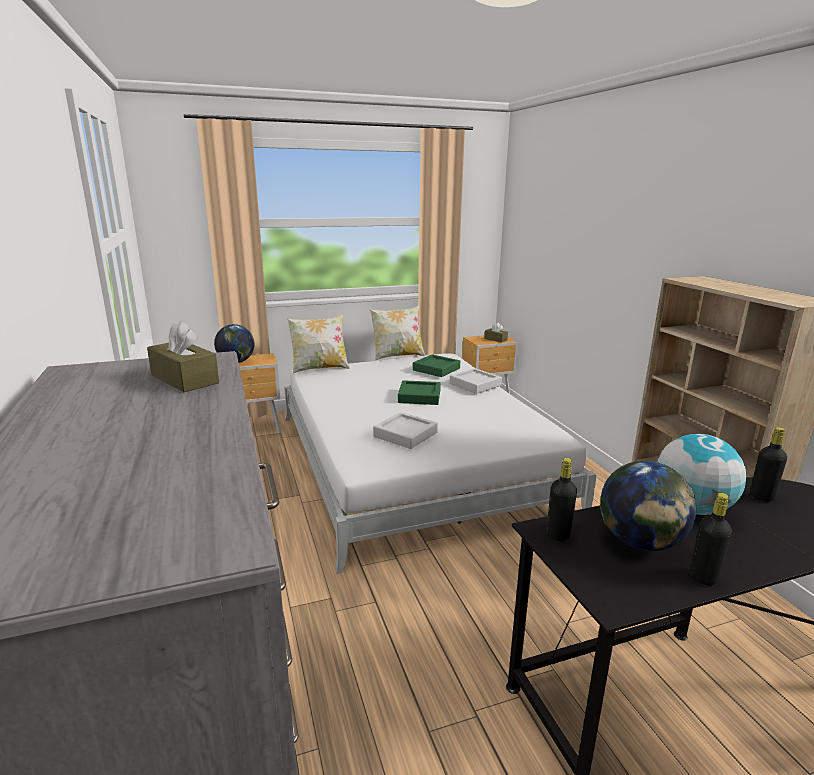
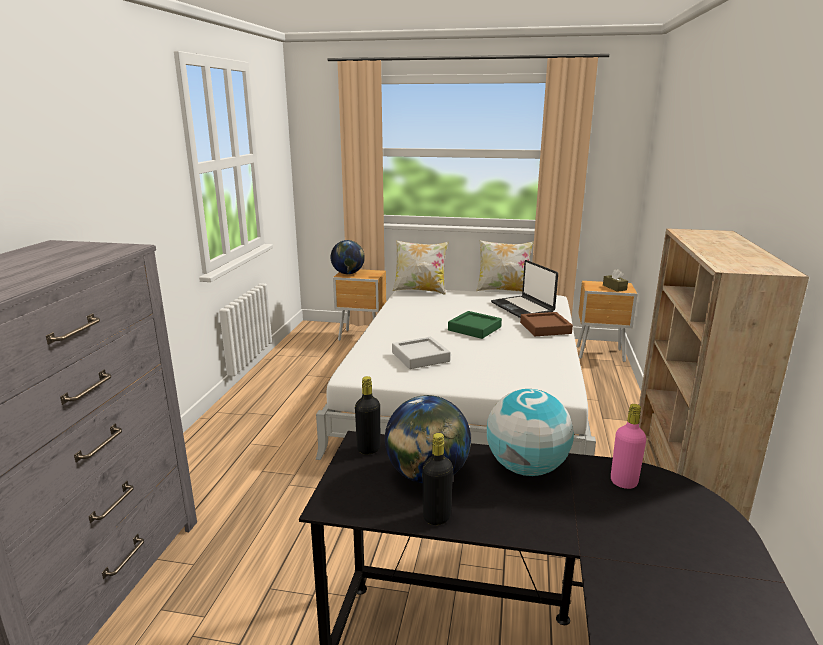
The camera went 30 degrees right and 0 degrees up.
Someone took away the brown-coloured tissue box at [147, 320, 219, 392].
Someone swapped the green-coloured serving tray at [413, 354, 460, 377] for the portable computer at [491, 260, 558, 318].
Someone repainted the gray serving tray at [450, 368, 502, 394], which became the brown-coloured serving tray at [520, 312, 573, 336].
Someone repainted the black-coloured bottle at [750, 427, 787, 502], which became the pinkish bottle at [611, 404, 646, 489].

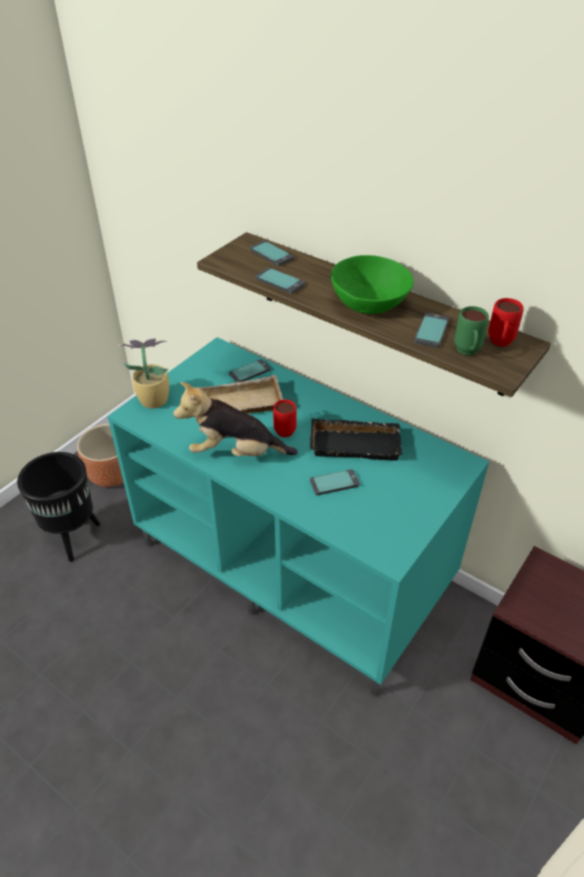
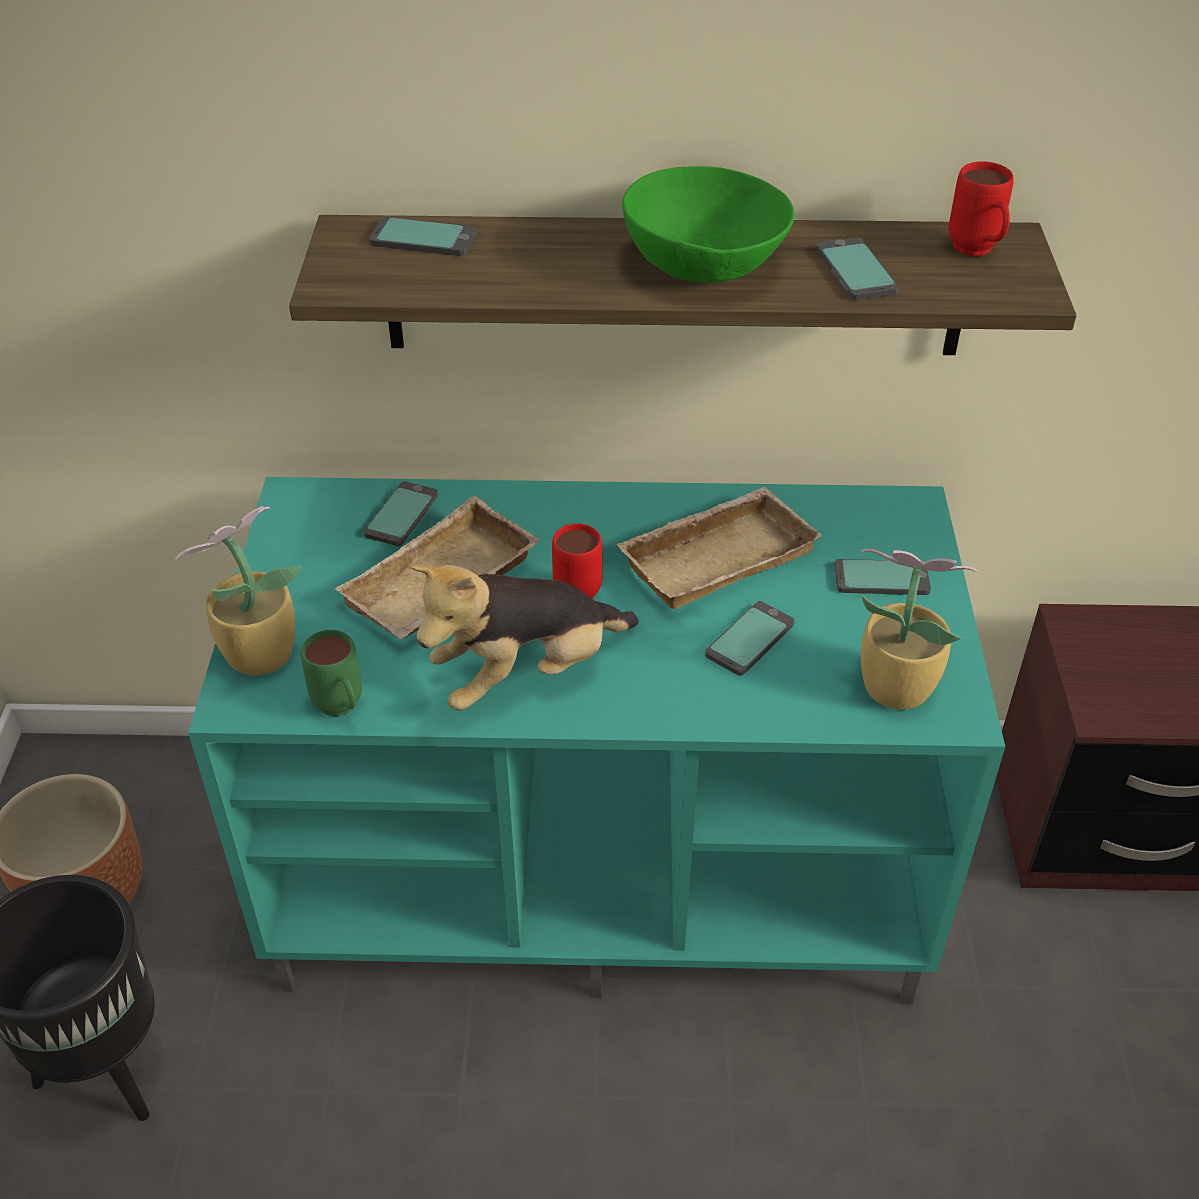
The camera went 35 degrees left and 0 degrees up.
Someone carried the handset from [255, 268, 305, 294] to [834, 559, 931, 595].
Someone carried the green-coloured coffee mug from [454, 306, 489, 355] to [301, 630, 362, 716].
Someone repainted the black-coloured serving tray at [310, 418, 402, 460], which became the sand-coloured serving tray at [616, 487, 822, 609].
Someone put down the plant in a pot at [861, 548, 978, 710].

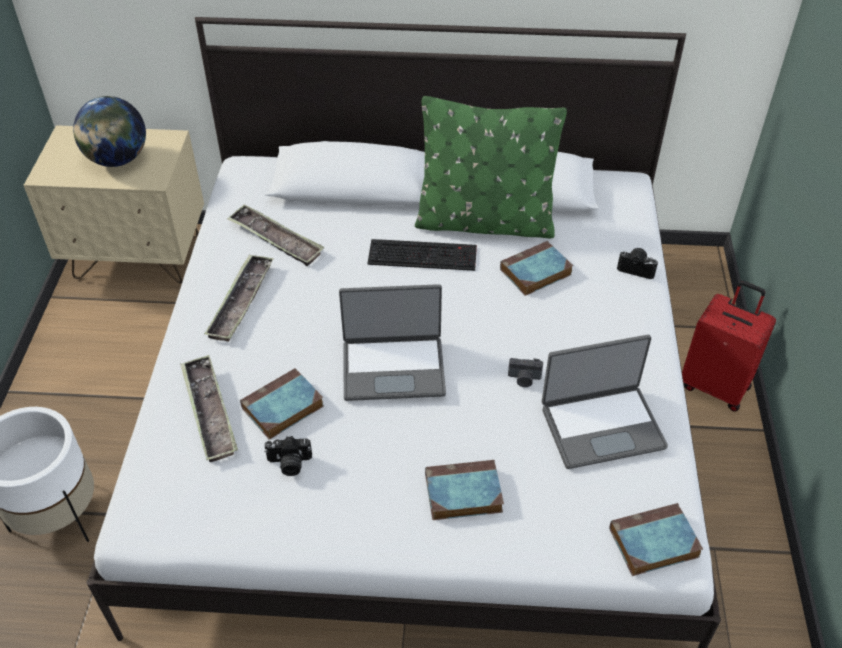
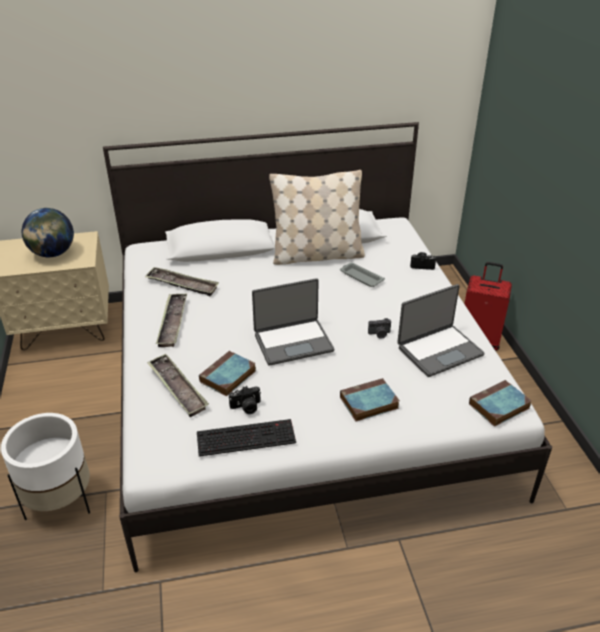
The camera went 15 degrees left and 10 degrees down.
Someone repainted the green-coloured throw pillow at [415, 96, 567, 239], which became the sand-coloured throw pillow at [269, 170, 365, 265].
Someone carried the computer keyboard from [368, 239, 477, 271] to [197, 419, 296, 457].
Someone swapped the book at [500, 241, 573, 296] for the gray serving tray at [340, 262, 385, 287].

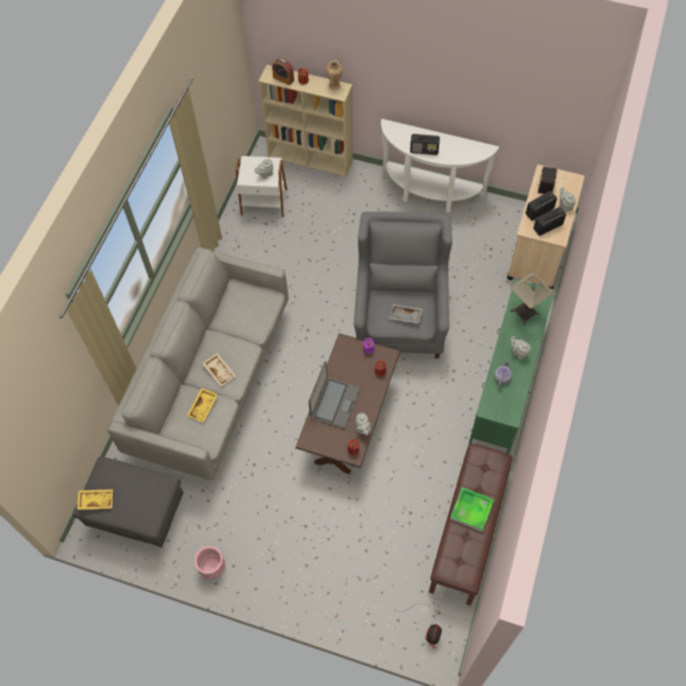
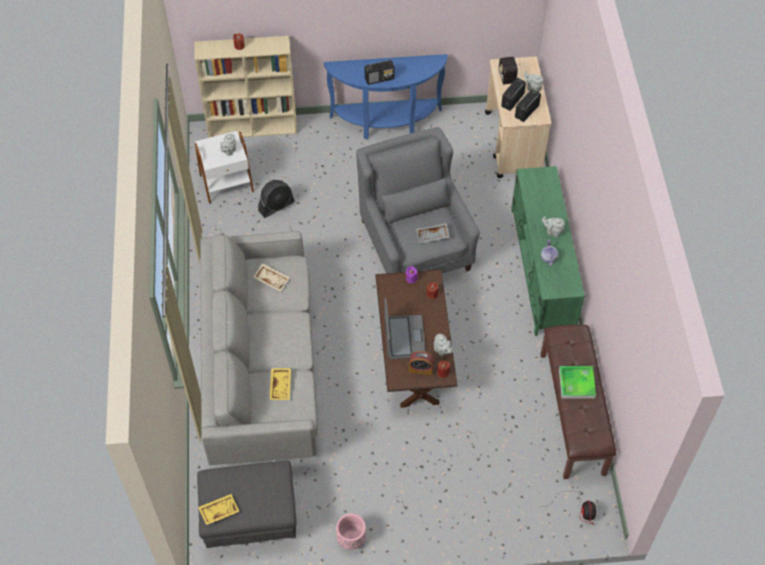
The camera went 25 degrees left and 5 degrees down.
Someone carried the bedside clock from [272, 58, 294, 85] to [409, 351, 434, 375].
Someone took away the vase at [326, 60, 343, 90].
Someone repainted the white hall table at [381, 119, 499, 212], which became the blue hall table at [324, 54, 448, 139].
Someone took away the lamp for a table at [510, 272, 553, 325].
Someone carried the sand-coloured serving tray from [202, 353, 236, 386] to [253, 263, 290, 292].
Someone put down the black-coloured electric fan at [258, 180, 294, 218].

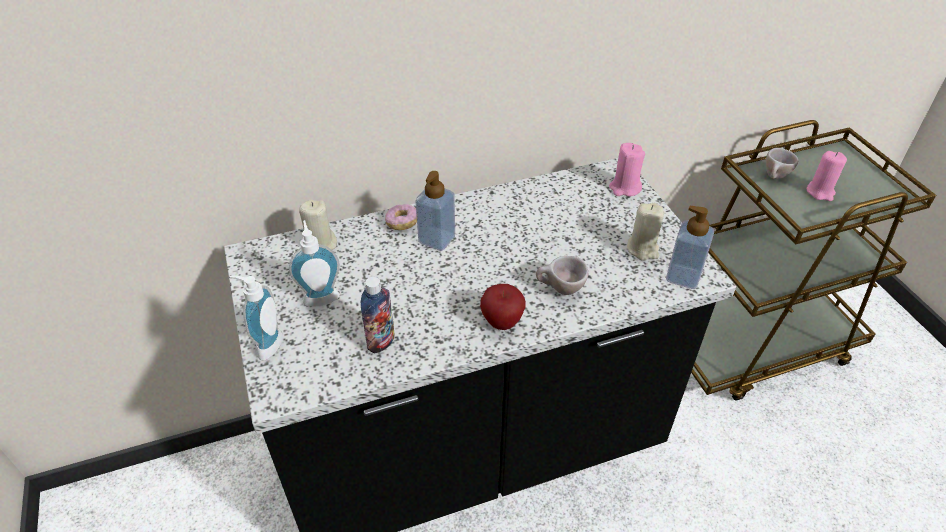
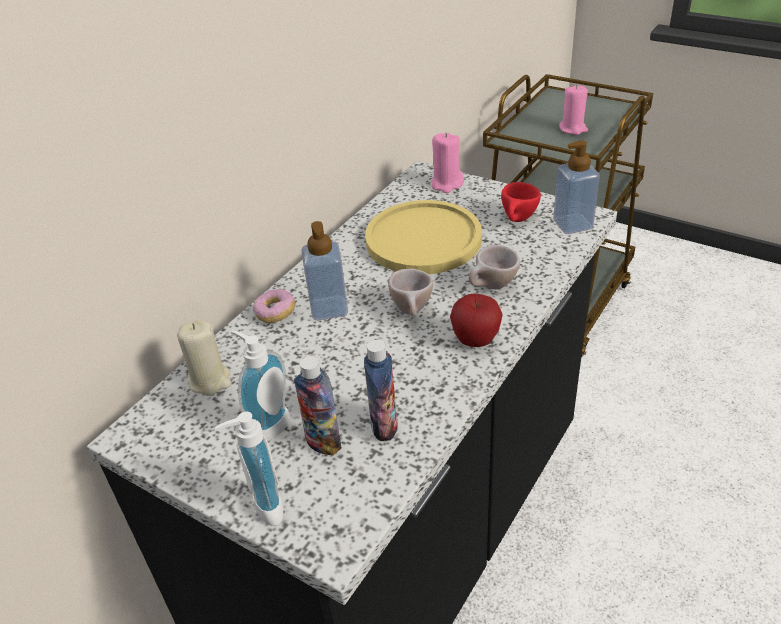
The camera went 35 degrees left and 5 degrees down.
Someone carried the sand-coloured drinking cup from [766, 148, 798, 179] to [388, 269, 433, 317].
Someone swapped the sand-coloured candle at [627, 203, 665, 261] for the red-coloured drinking cup at [501, 182, 541, 222].
Someone put down the yellow-coloured dinner plate at [365, 200, 482, 274].
Someone put down the bottle at [294, 356, 342, 455].

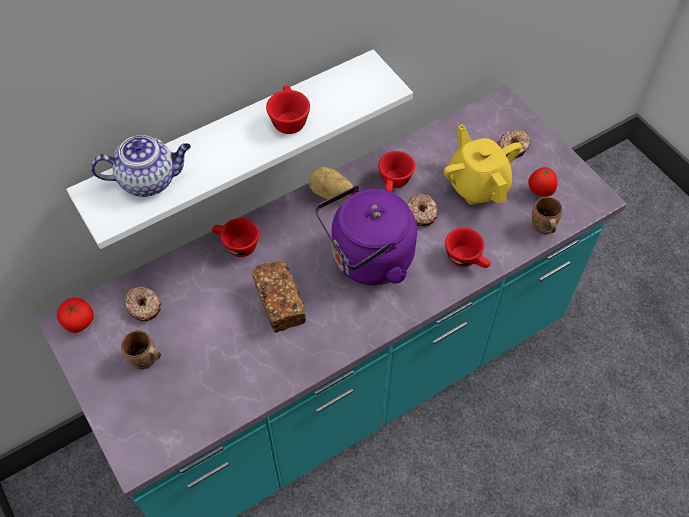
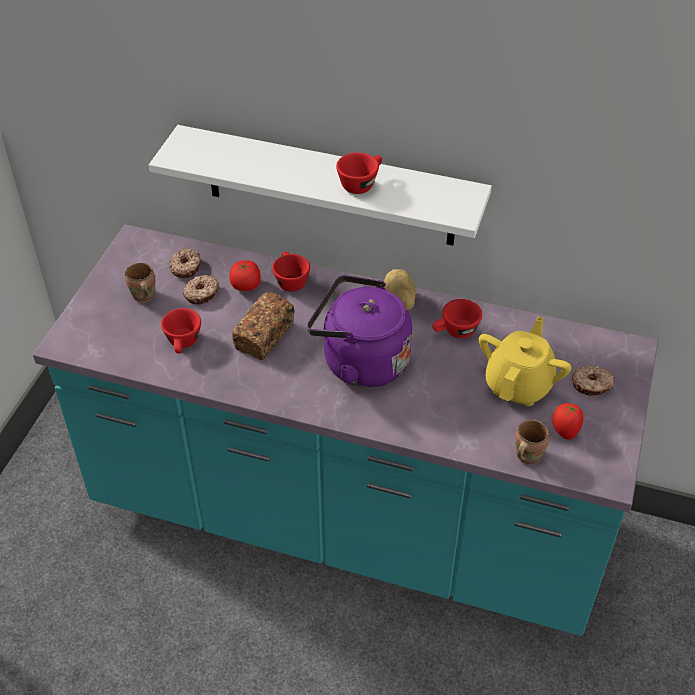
The camera went 50 degrees right and 10 degrees down.
Someone took away the pot for tea at [91, 135, 191, 197].
Someone carried the doughnut from [407, 193, 438, 226] to [183, 275, 219, 304].
Someone carried the red-coloured drinking cup from [445, 228, 491, 268] to [161, 308, 201, 354].
Someone carried the fresh tomato from [57, 298, 94, 333] to [229, 260, 261, 291].

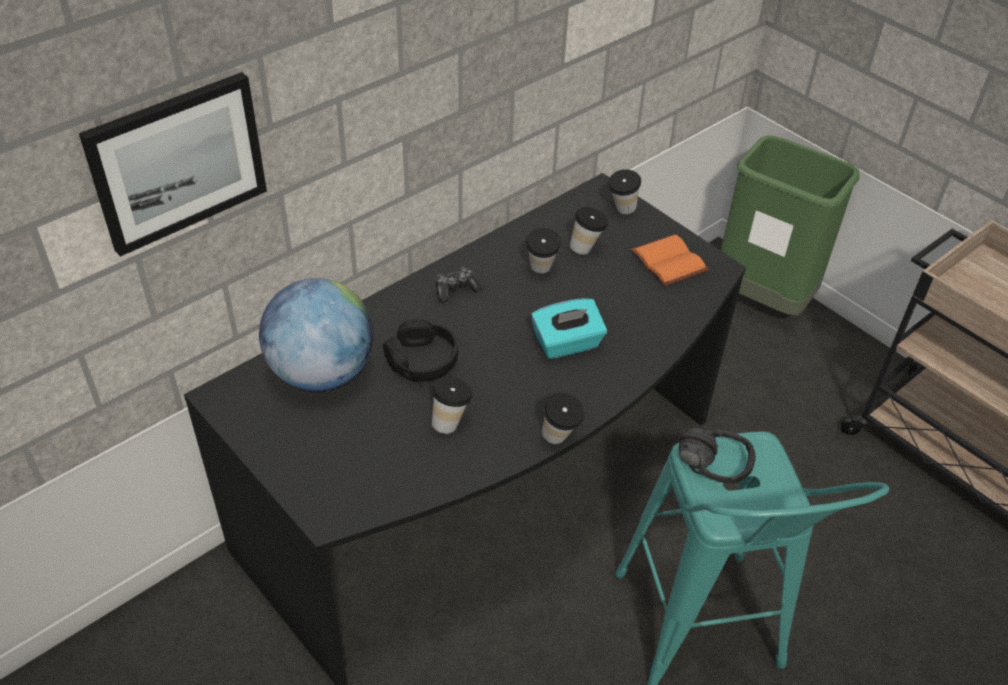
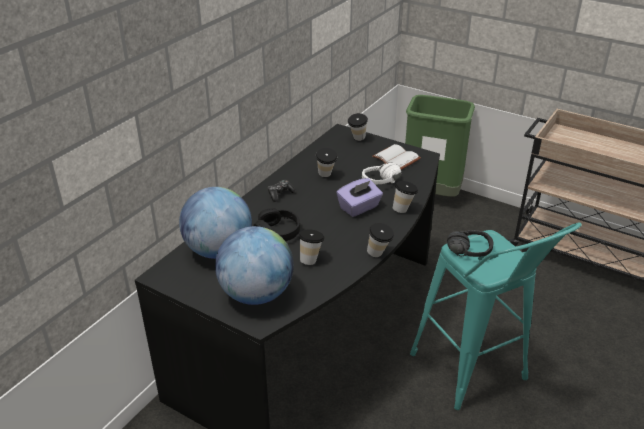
The camera went 15 degrees left and 10 degrees down.
Someone took away the wall picture at [79, 72, 267, 257].
Someone carried the drinking cup from [570, 207, 608, 255] to [393, 181, 418, 213].
Someone repainted the orangey book at [630, 235, 709, 287], which became the white book at [372, 144, 421, 170].
Someone repainted the turquoise tissue box at [531, 298, 607, 359], which became the purplish tissue box at [336, 178, 383, 217].
Someone put down the white headphones at [362, 163, 401, 185].
Someone put down the desk globe at [215, 226, 294, 305].

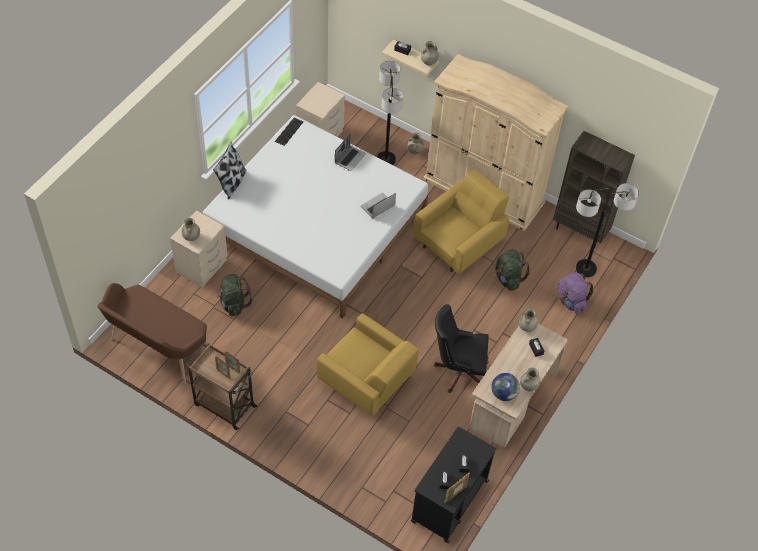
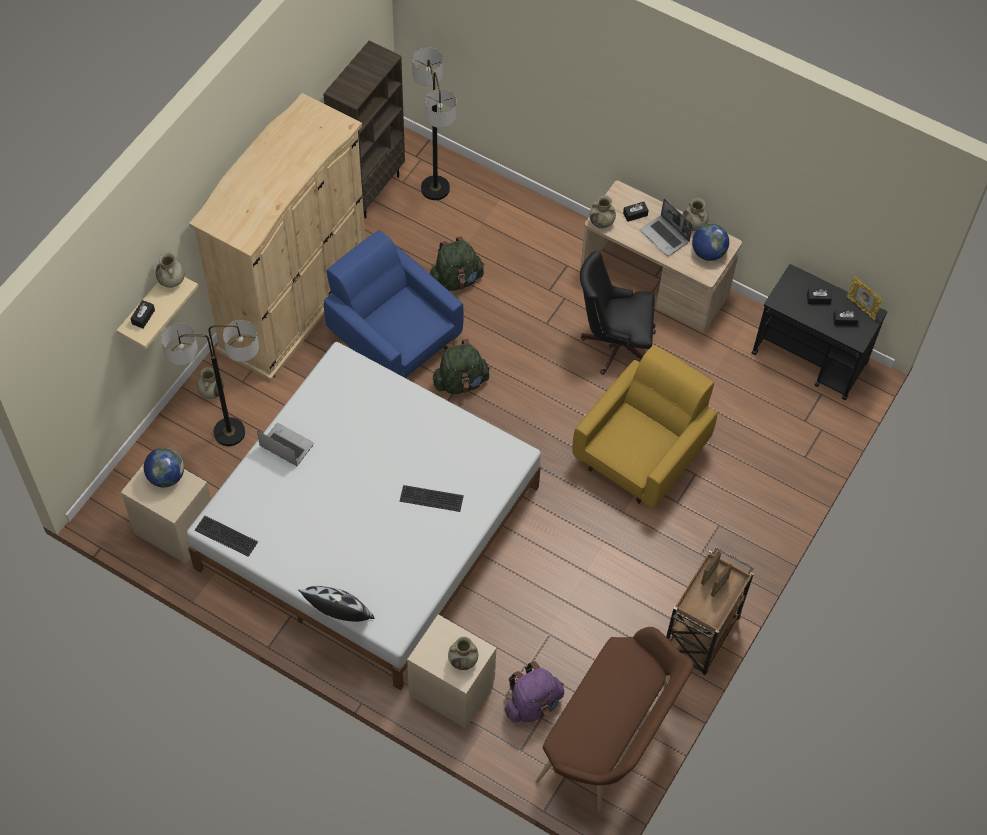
The camera went 90 degrees left and 5 degrees up.
Someone repainted the yellow-coloured lounge chair at [414, 169, 509, 274], which became the blue lounge chair at [324, 230, 464, 379].
Someone carried the portable computer from [361, 193, 396, 218] to [640, 198, 693, 256].
Someone carried the purplish rucksack from [557, 272, 594, 314] to [504, 661, 564, 723].
Someone carried the green-coloured rucksack from [216, 274, 252, 316] to [433, 339, 491, 394].
Someone rotated the black-coloured computer chair at [434, 304, 489, 393] by 90 degrees clockwise.
Someone put down the desk globe at [144, 448, 184, 487].
Someone put down the computer keyboard at [399, 485, 464, 512].

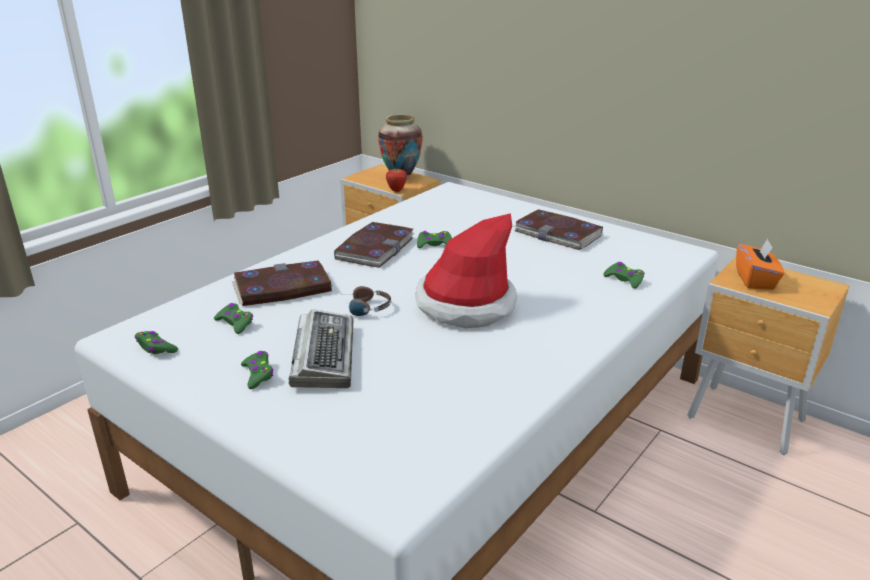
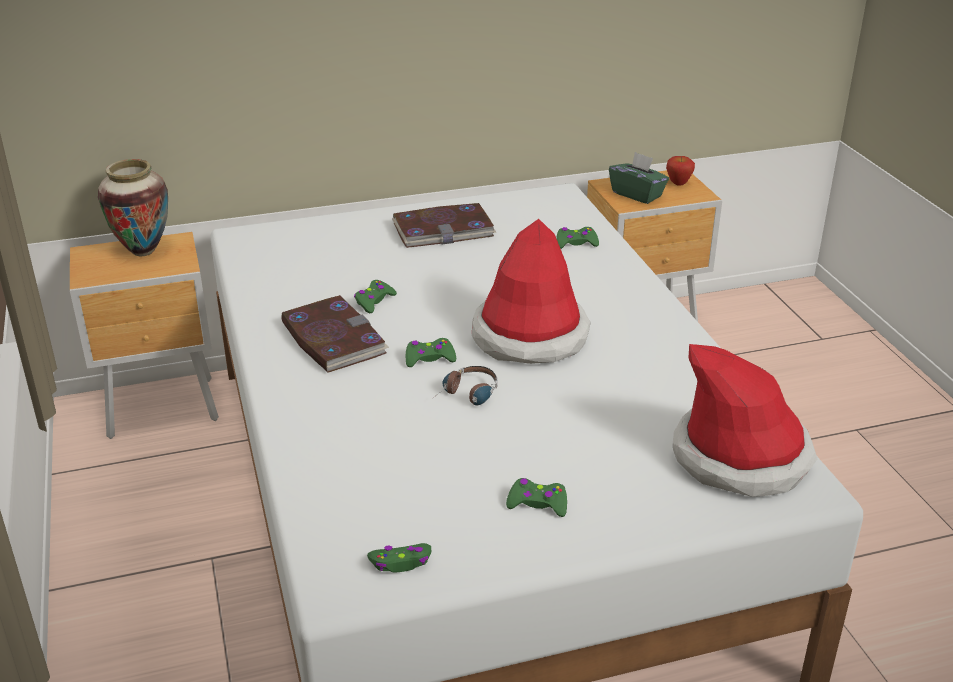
The camera went 55 degrees left and 5 degrees up.
Someone carried the apple fruit from [386, 169, 407, 192] to [666, 156, 695, 186].
Someone repainted the orangey tissue box at [736, 239, 784, 290], which became the green-coloured tissue box at [609, 152, 669, 204].
Someone took away the book at [232, 260, 333, 306].
Someone carried the green-coloured game controller from [214, 303, 253, 334] to [406, 338, 456, 367].
Someone took away the computer keyboard at [289, 309, 354, 388].
Someone put down the hat at [673, 344, 817, 497].

